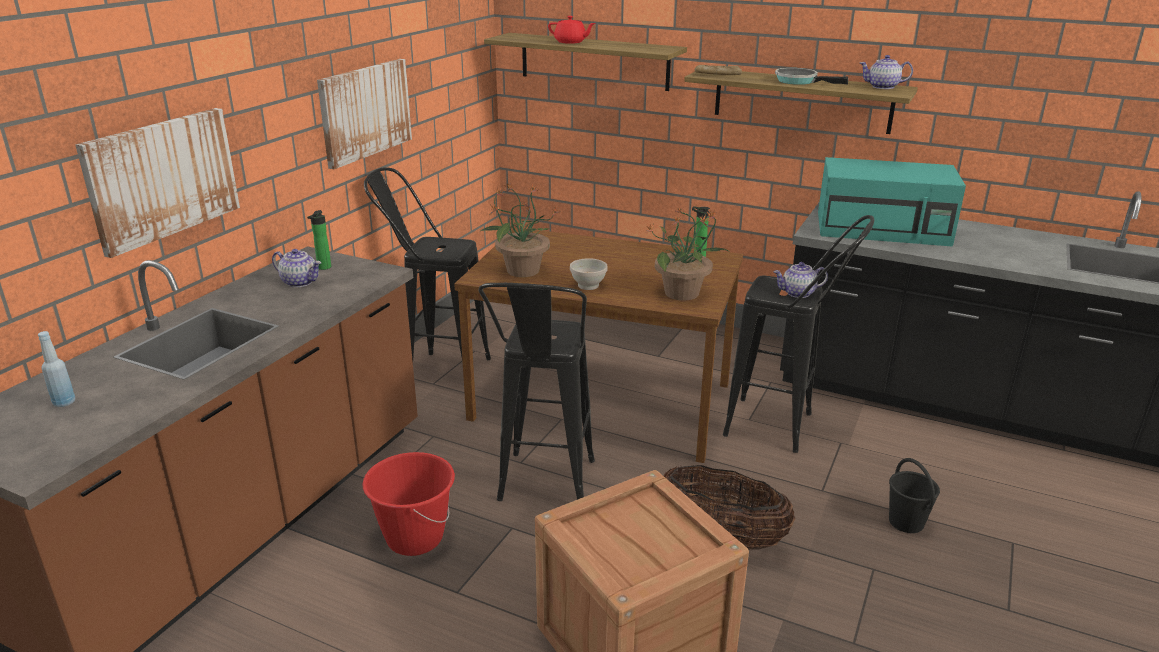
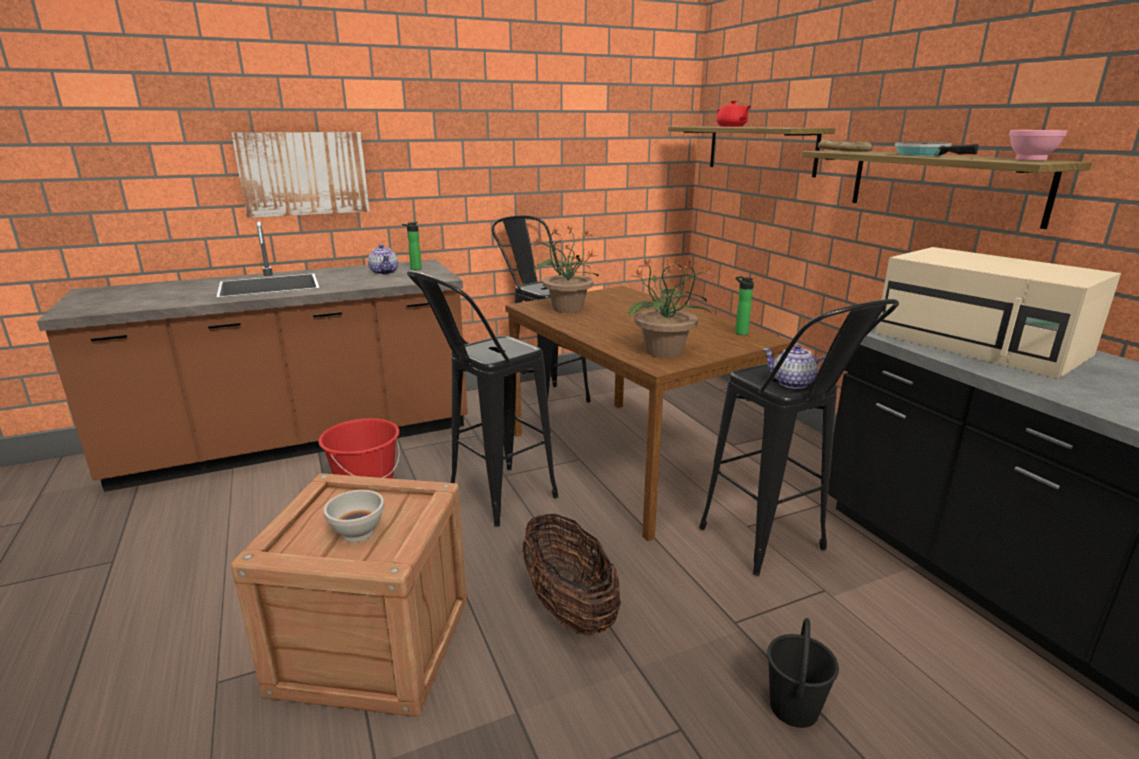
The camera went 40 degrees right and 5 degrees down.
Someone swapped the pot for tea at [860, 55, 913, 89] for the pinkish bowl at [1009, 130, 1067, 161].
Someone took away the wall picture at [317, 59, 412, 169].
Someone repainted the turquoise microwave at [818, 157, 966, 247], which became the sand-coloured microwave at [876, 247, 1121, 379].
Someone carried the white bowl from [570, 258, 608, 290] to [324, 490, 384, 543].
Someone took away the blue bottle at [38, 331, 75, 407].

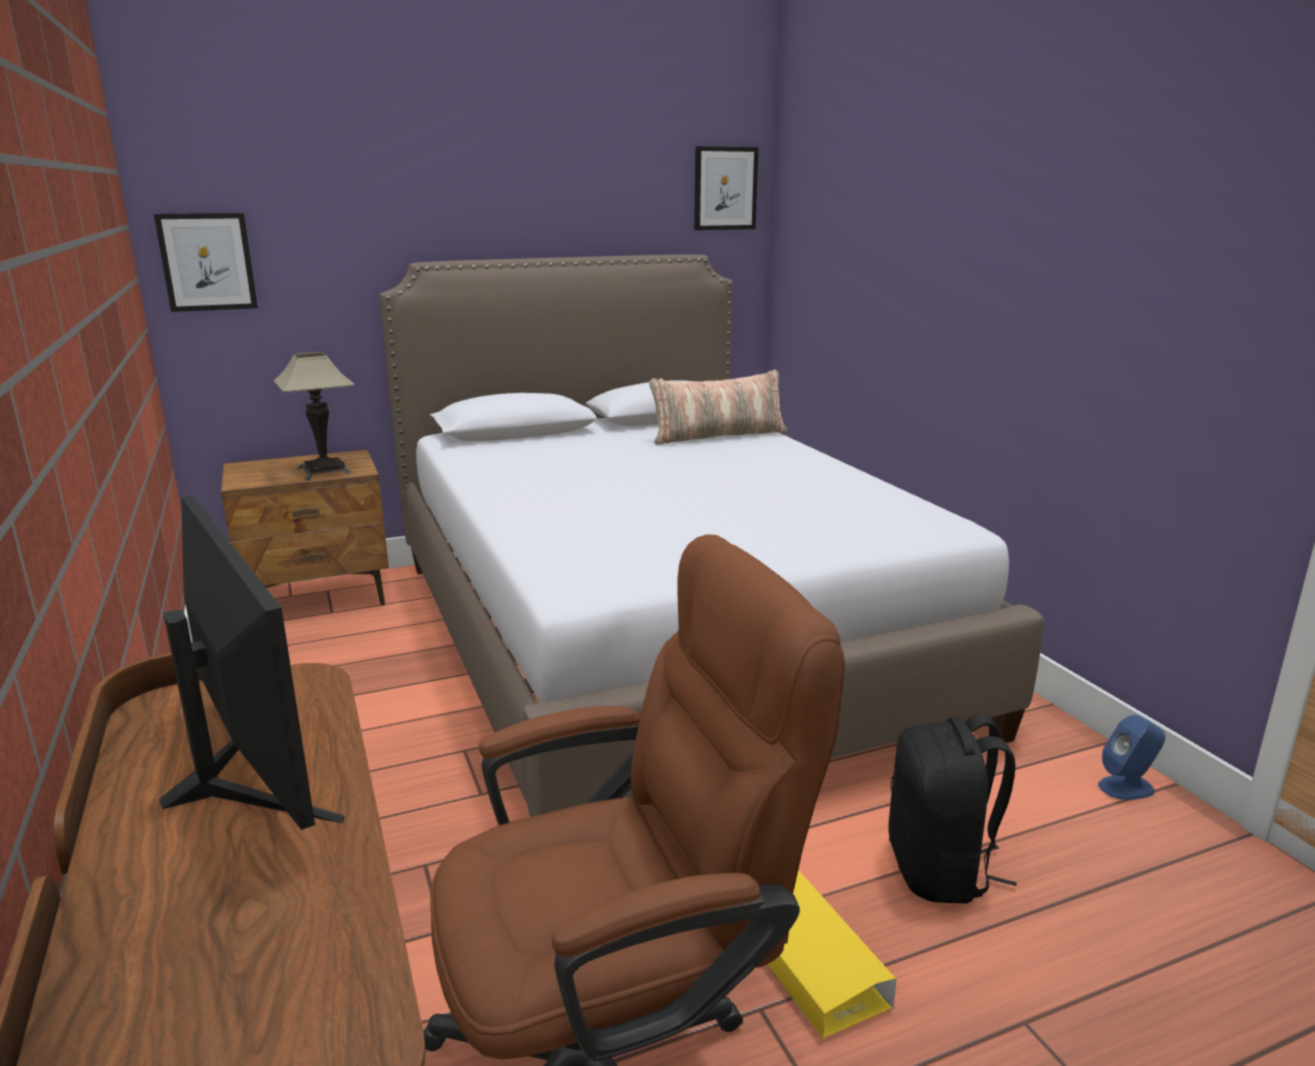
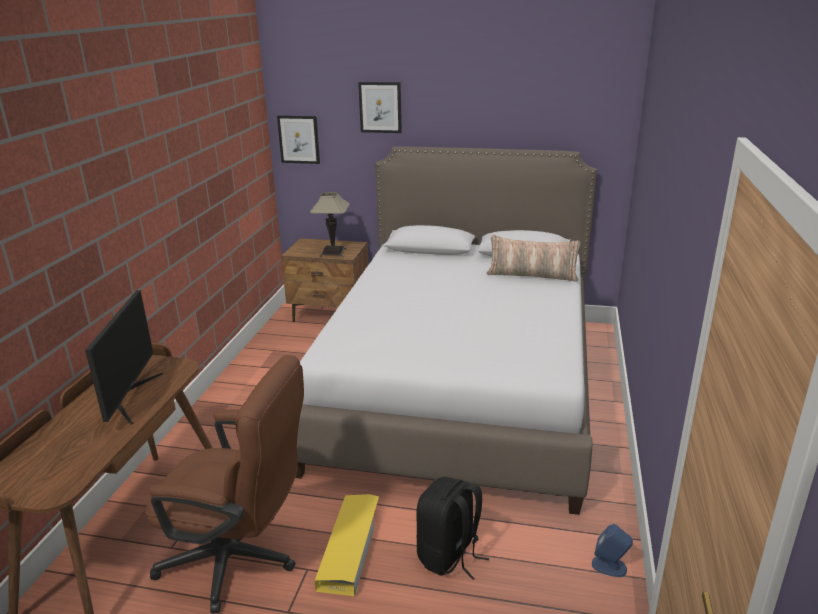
The camera went 35 degrees right and 5 degrees up.
Someone carried the wall picture from [694, 146, 758, 230] to [358, 82, 402, 133].

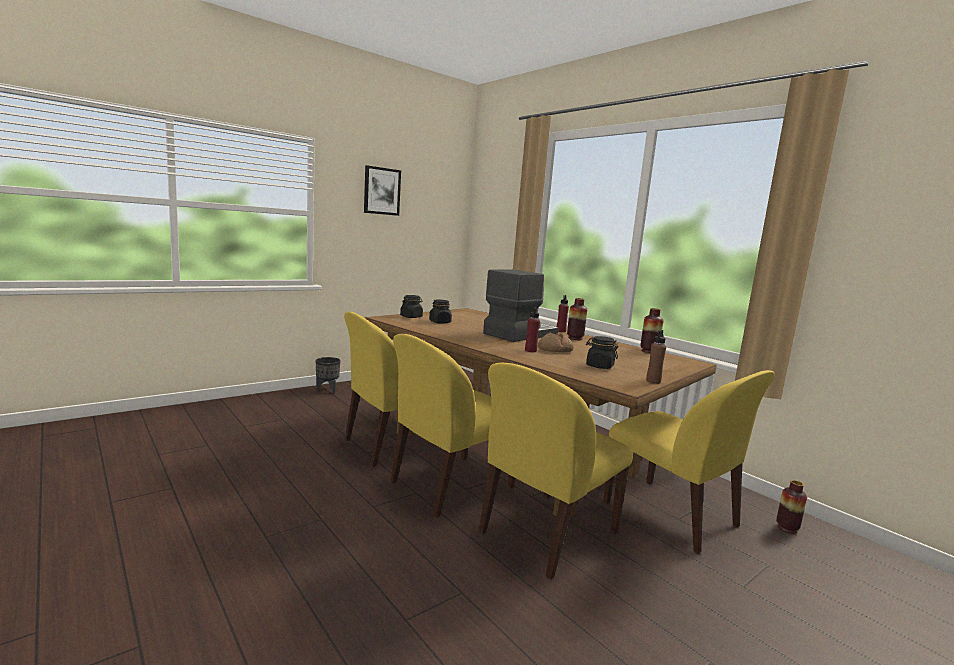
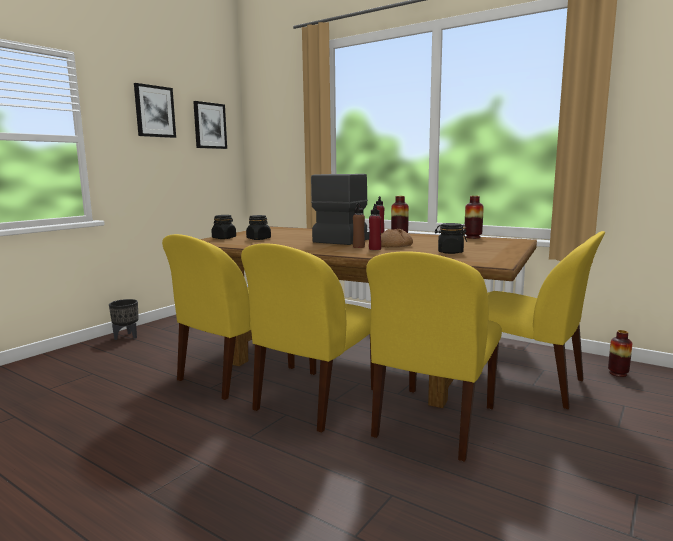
The camera went 15 degrees left and 0 degrees up.
Someone carried the brown-coloured bottle from [646, 330, 666, 384] to [353, 203, 365, 248].
Someone put up the wall picture at [193, 101, 227, 149].

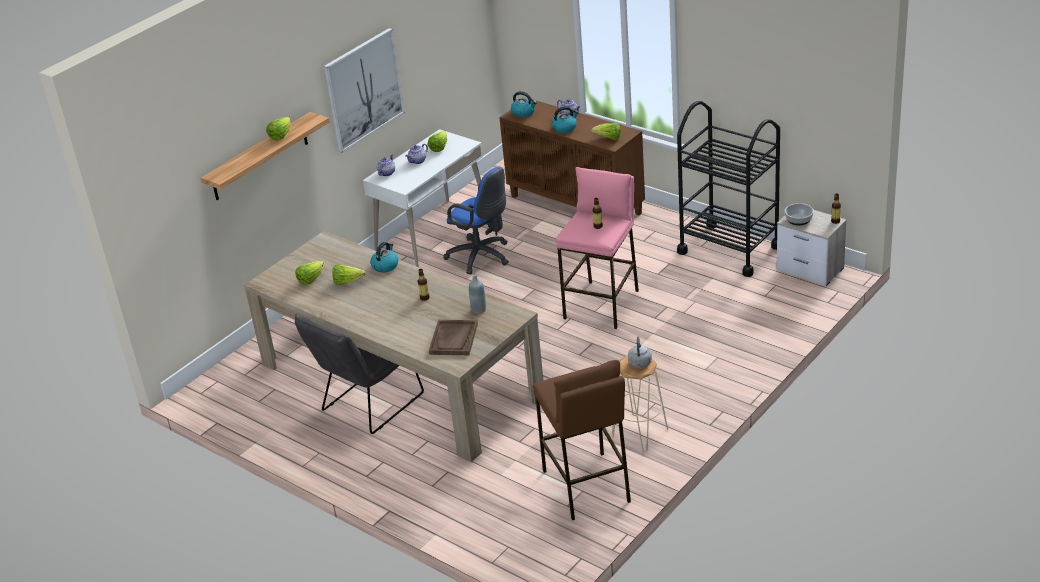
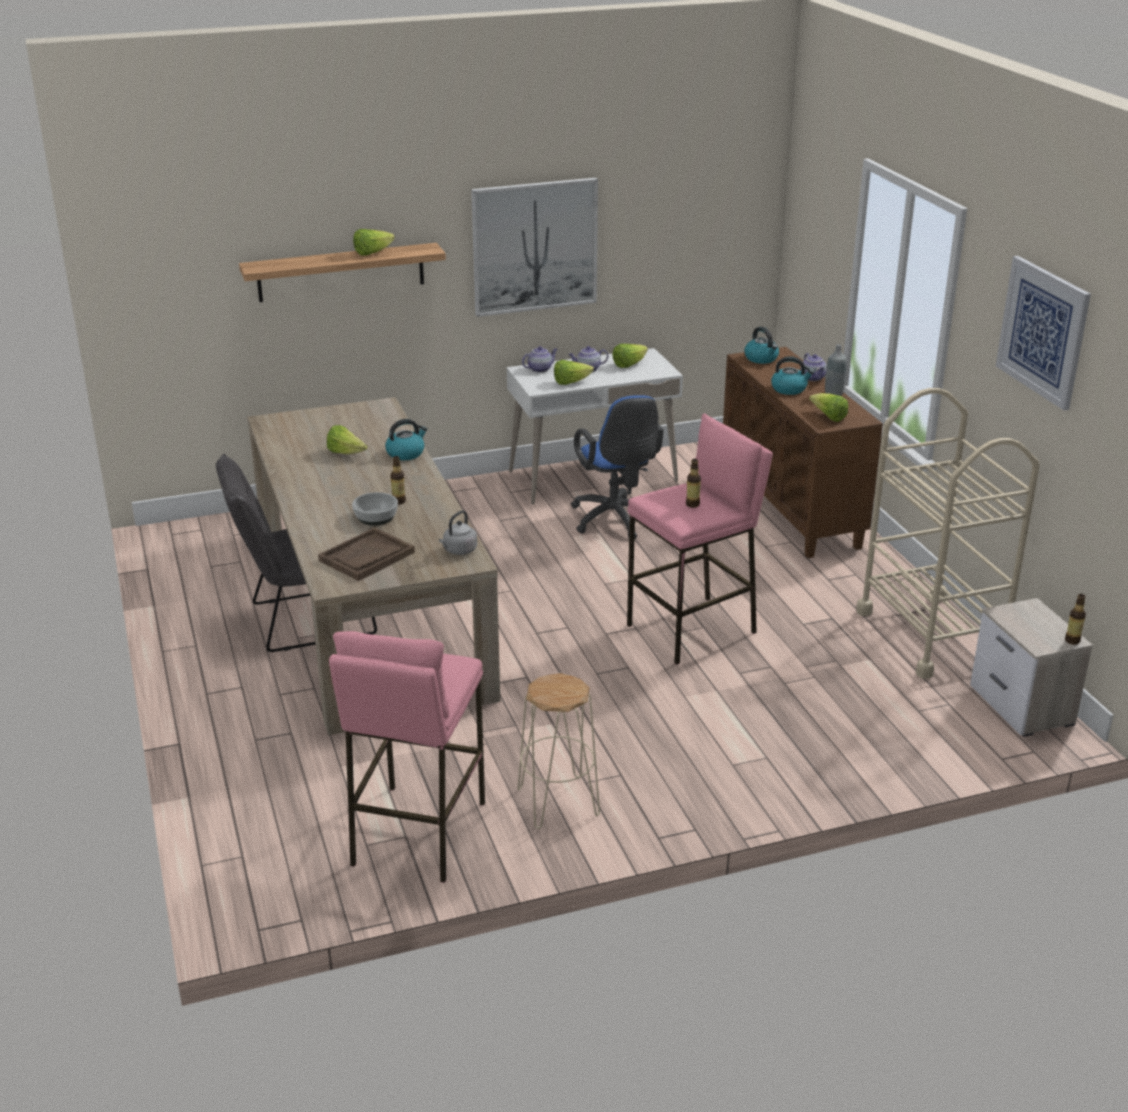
The camera went 30 degrees right and 5 degrees down.
Someone repainted the black-coloured wheeled cart at [677, 101, 780, 277], which became the sand-coloured wheeled cart at [856, 388, 1040, 679].
Someone carried the bowl from [784, 203, 814, 226] to [352, 492, 398, 526].
Someone carried the lettuce head from [295, 261, 324, 285] to [554, 360, 594, 385].
Someone carried the gray bottle from [469, 274, 486, 314] to [825, 344, 847, 396].
Someone carried the gray tea kettle from [628, 337, 652, 368] to [439, 510, 477, 555].
Someone repainted the brown-coloured stool seat at [533, 360, 631, 520], which became the pinkish stool seat at [329, 631, 485, 883].
Someone put up the wall picture at [996, 256, 1091, 410].

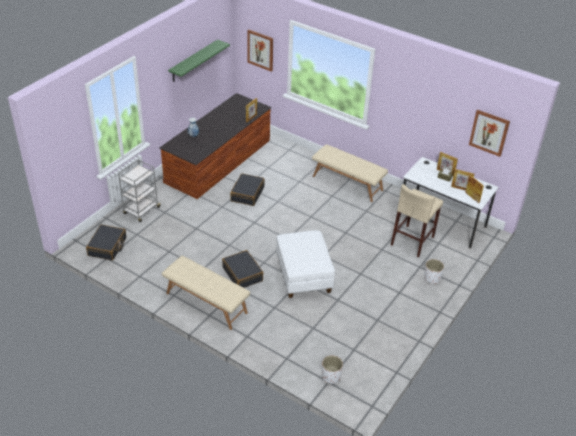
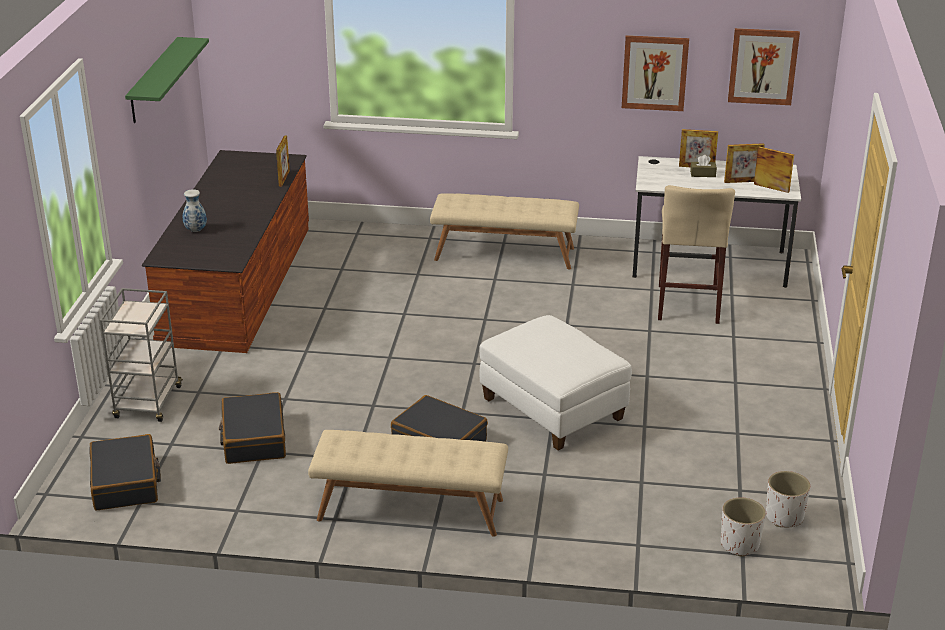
The camera went 25 degrees left and 10 degrees down.
Someone carried the wall picture from [247, 29, 273, 72] to [622, 35, 689, 111].
Someone carried the black-coloured travel case from [230, 173, 265, 206] to [219, 392, 286, 464].
Someone carried the white plant pot from [424, 259, 444, 284] to [766, 471, 810, 527].

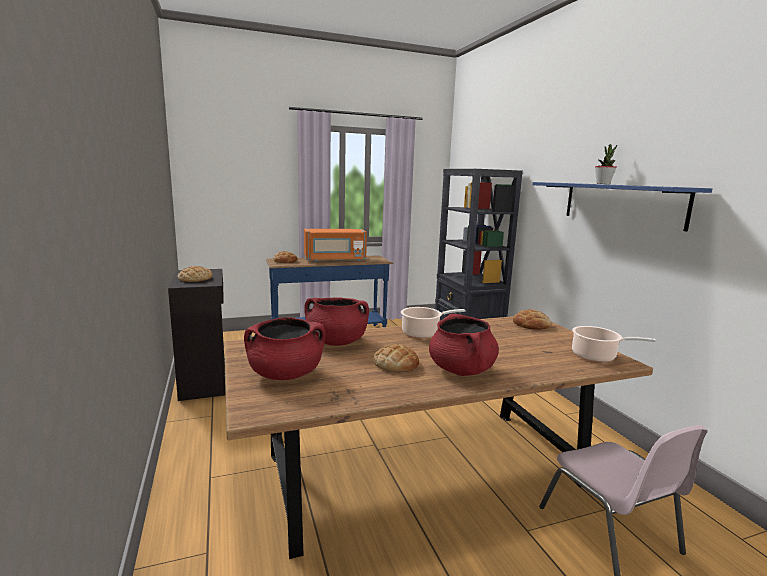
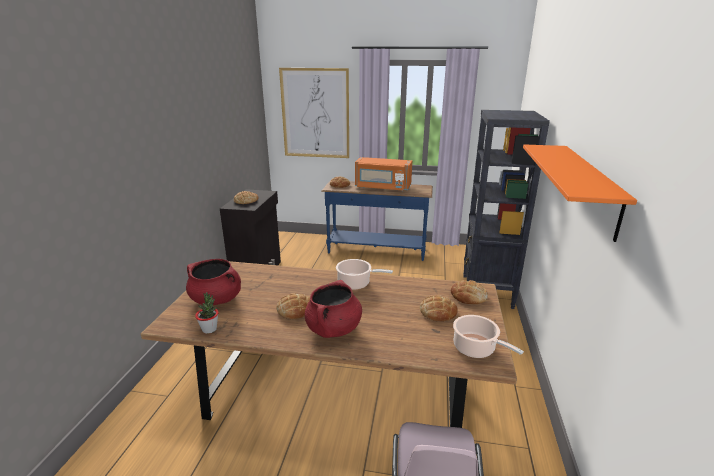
The camera went 30 degrees right and 10 degrees up.
Someone carried the plant in a pot from [595, 144, 617, 184] to [195, 292, 219, 334].
Someone repainted the blue shelf at [532, 182, 712, 232], which became the orangey shelf at [523, 144, 637, 242].
Someone took away the red-coloured cooking pot at [304, 298, 369, 346].
Someone put up the wall picture at [279, 68, 349, 158].
Someone put down the baked bread at [420, 295, 458, 322].

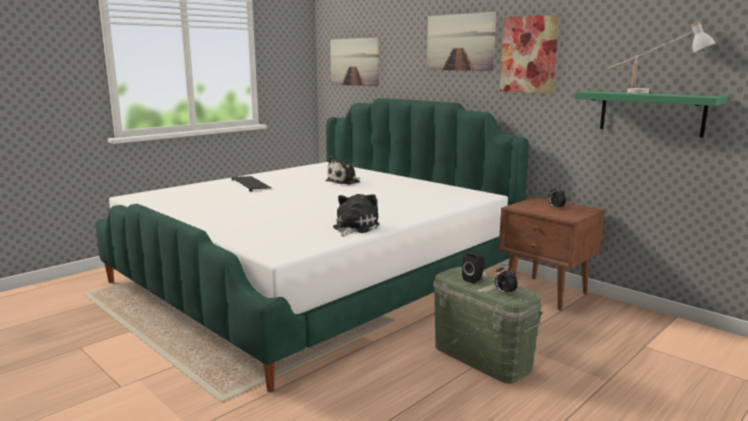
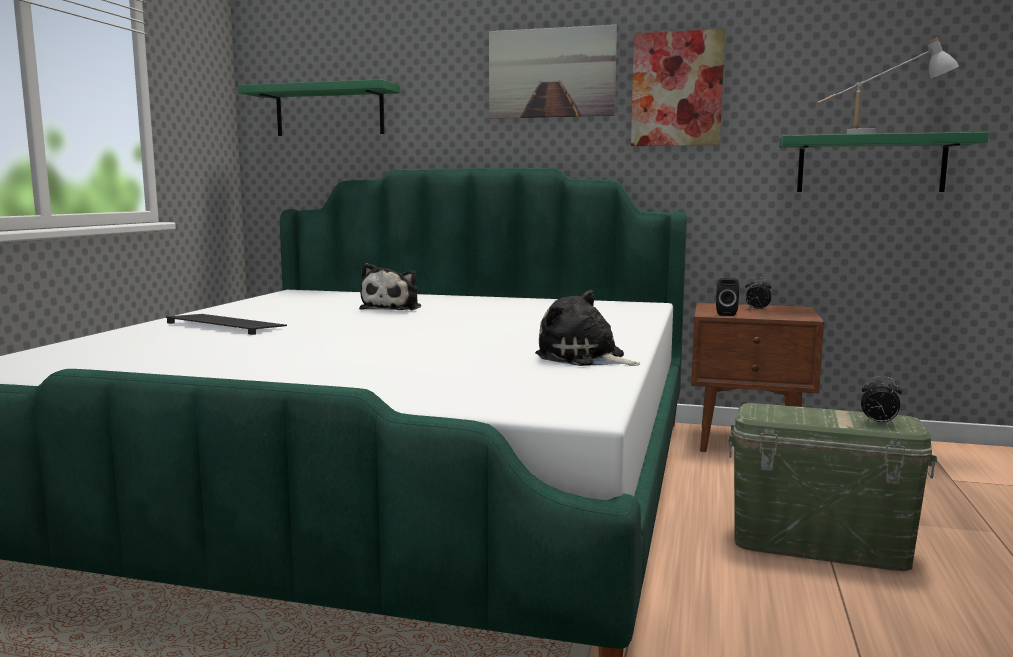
The camera went 30 degrees left and 5 degrees down.
Someone swapped the wall picture at [330, 38, 379, 86] for the green-coloured shelf at [238, 79, 400, 136].
Someone rotated the plush toy at [333, 194, 379, 237] by 45 degrees counterclockwise.
Someone carried the black-coloured audio speaker from [462, 252, 485, 284] to [716, 278, 739, 316].

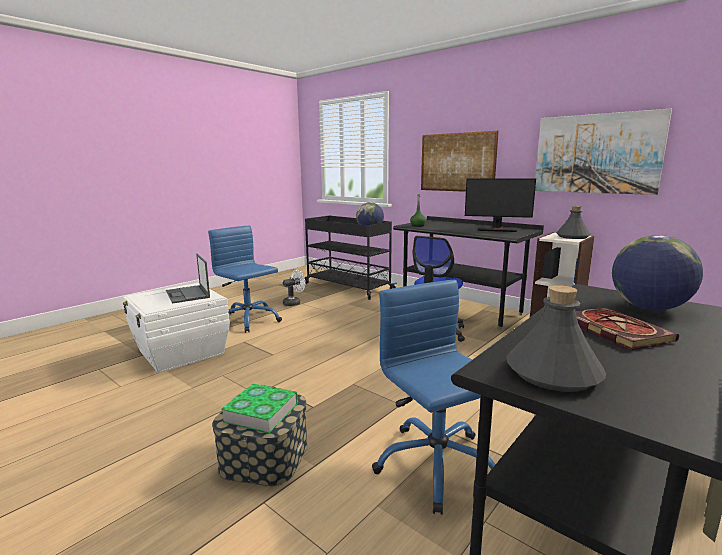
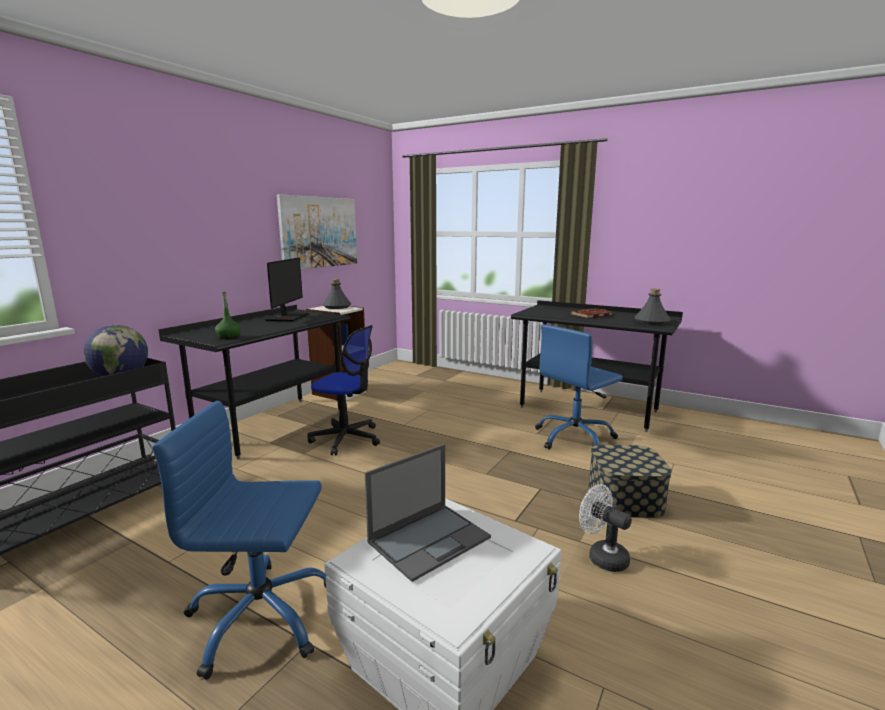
The camera went 100 degrees left and 0 degrees up.
Someone took away the wall picture at [421, 131, 499, 192].
Someone rotated the blue computer chair at [208, 226, 282, 333] by 60 degrees clockwise.
Someone took away the desk globe at [612, 235, 703, 310].
Someone carried the white electric fan from [283, 270, 305, 306] to [579, 484, 632, 572].
Someone took away the book at [221, 383, 298, 433].

